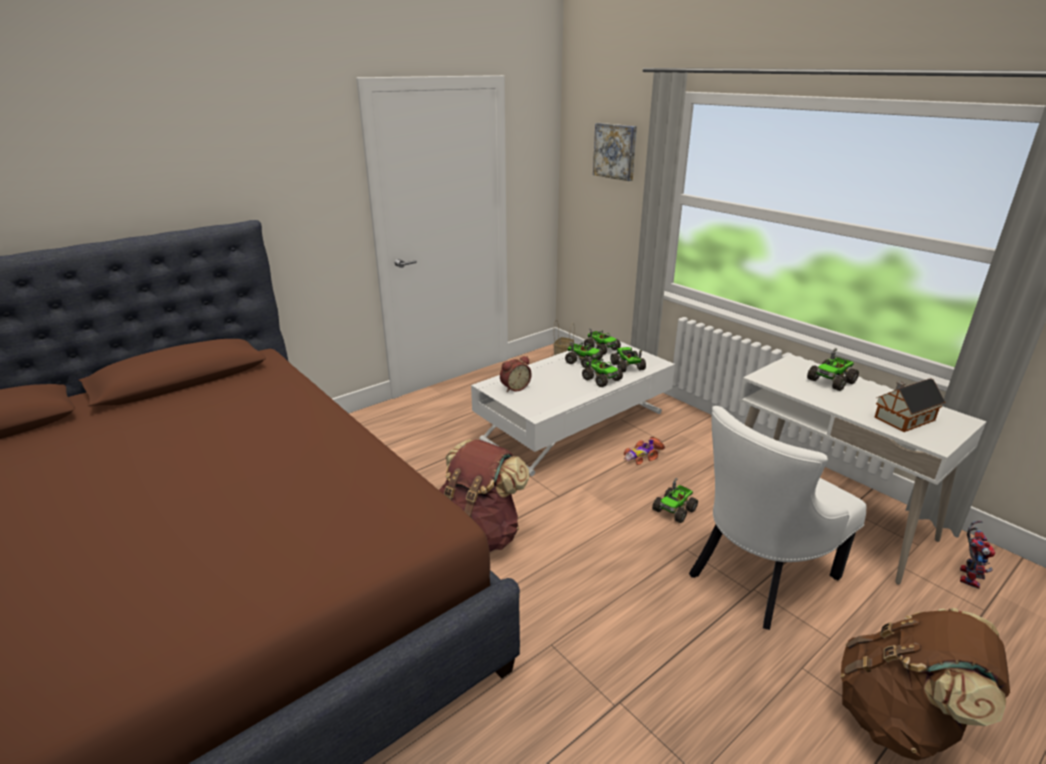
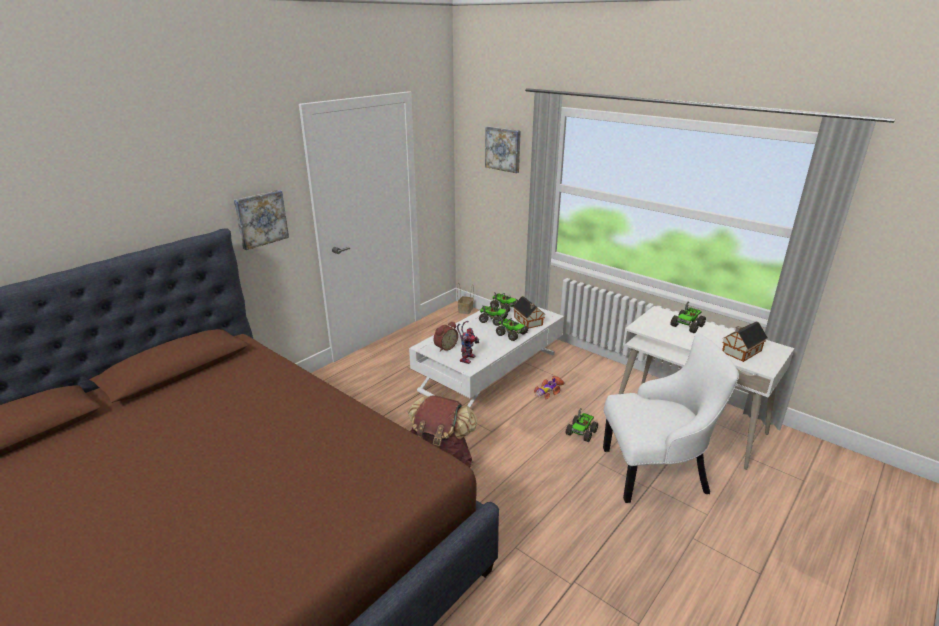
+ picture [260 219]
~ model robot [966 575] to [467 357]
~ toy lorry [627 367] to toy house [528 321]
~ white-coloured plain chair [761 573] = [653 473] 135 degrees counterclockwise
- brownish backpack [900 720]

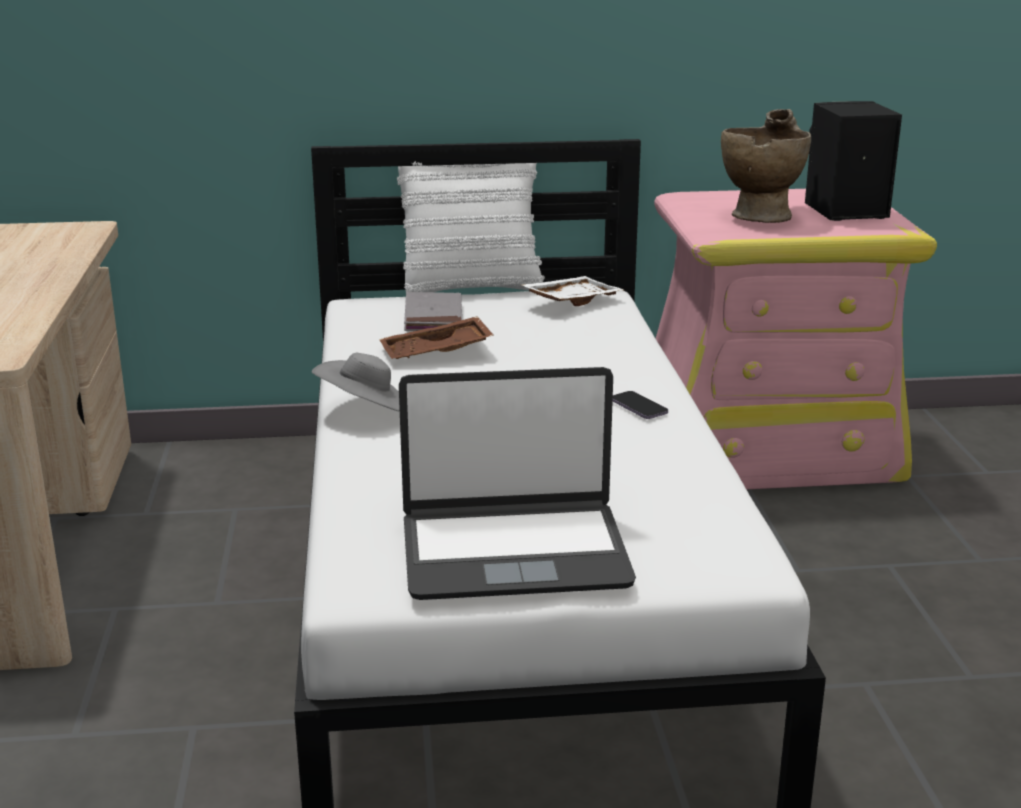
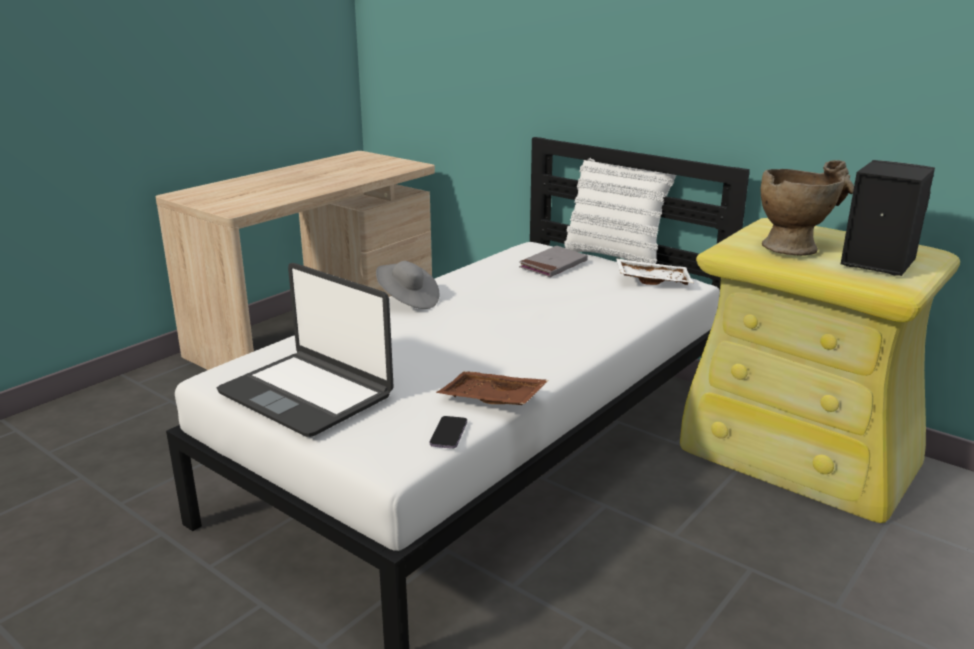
~ phone [638 407] to [448 434]
~ brownish tray [436 353] to [491 401]
~ pink-coloured night table [773 453] to yellow-coloured night table [799 456]

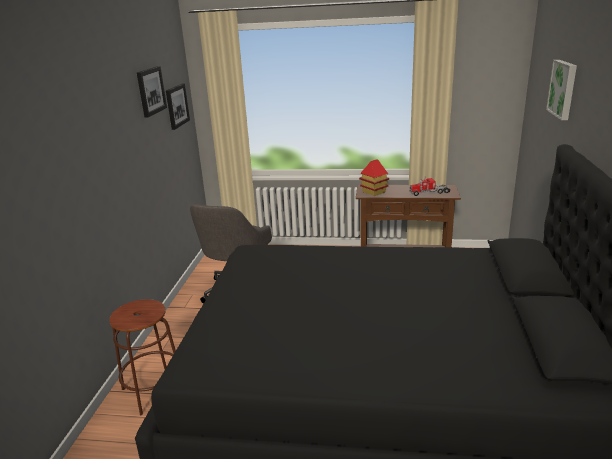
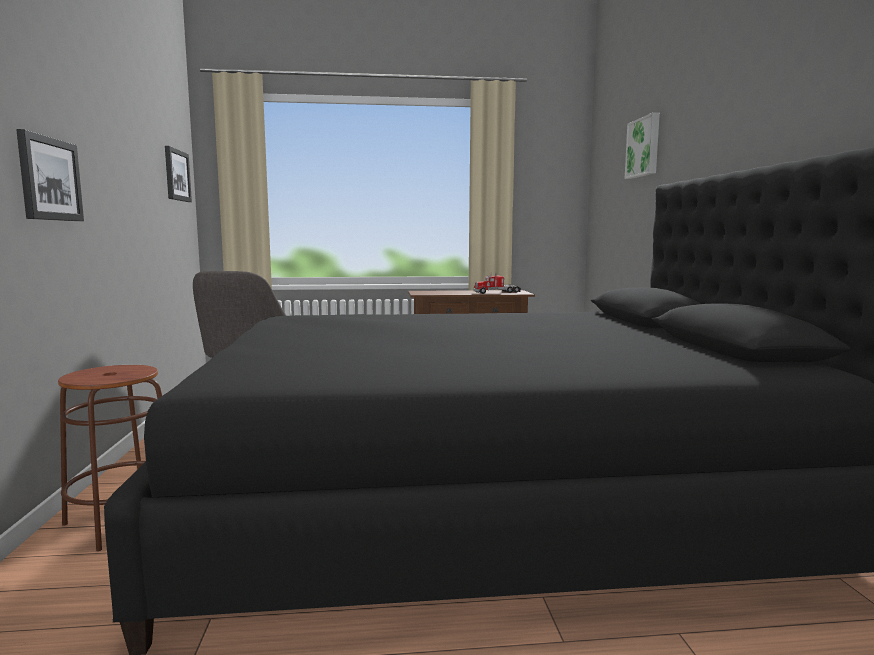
~ picture [150 91] to [49 179]
- toy house [373 192]

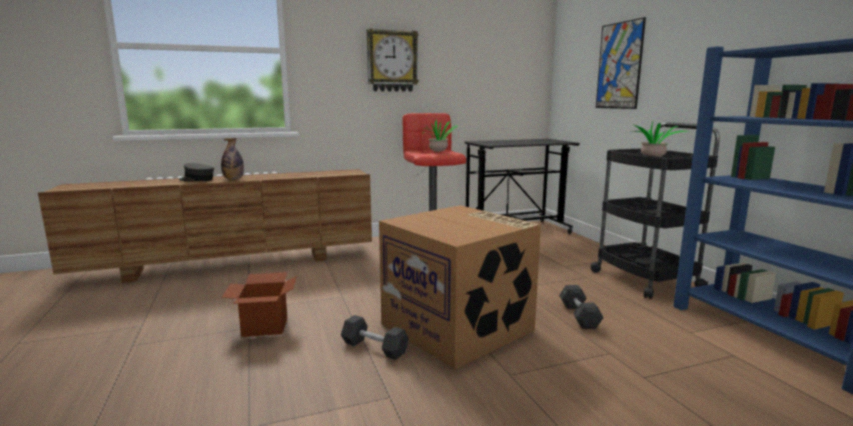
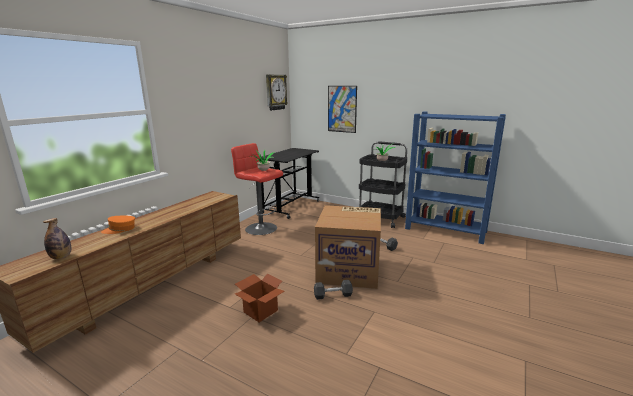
~ beverage bottle [233 179] to [61 257]
~ gray baseball cap [197 179] to orange-coloured baseball cap [120 229]
~ wall clock [392 61] to [275 92]

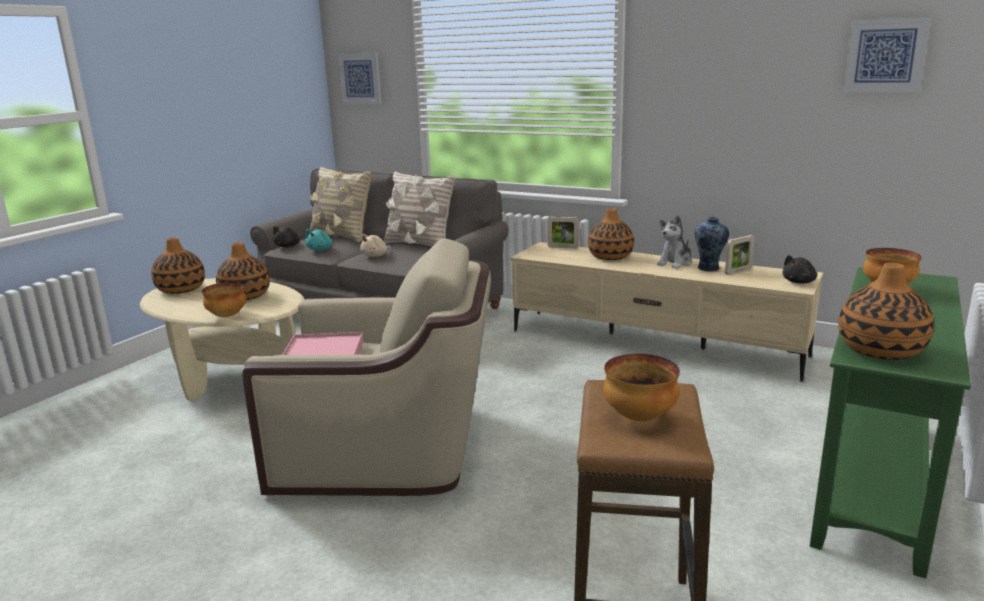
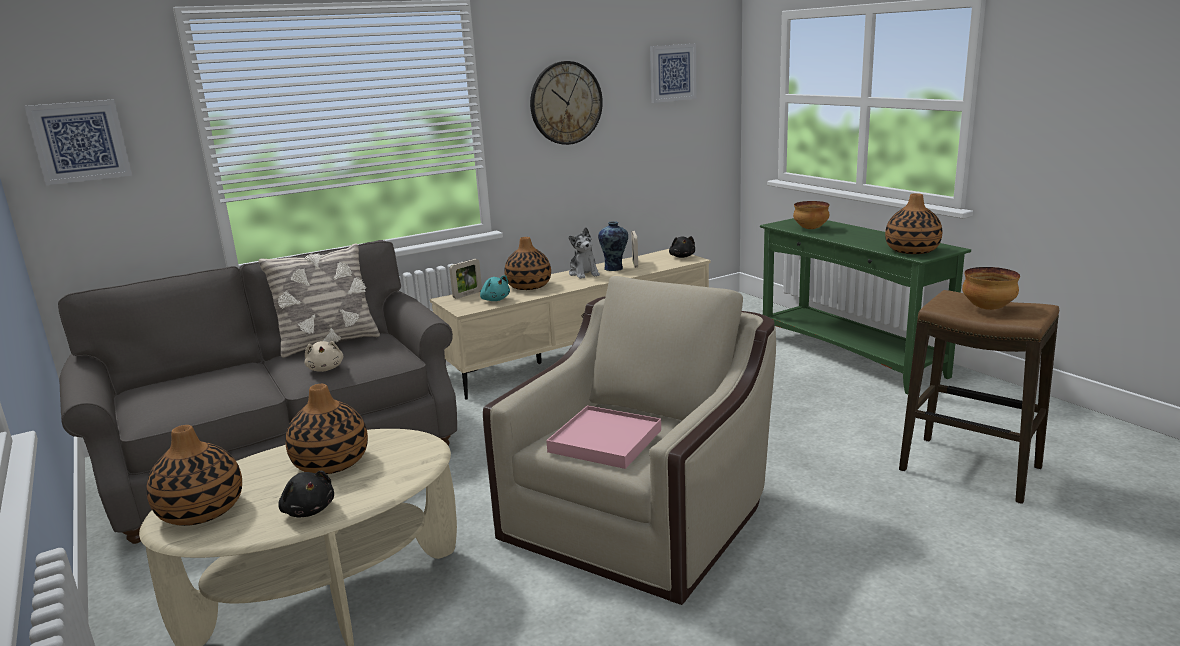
~ black-coloured soft toy [288 246] to [308 510]
~ blue-green soft toy [320 249] to [495 300]
+ wall clock [566 103]
- serving bowl [227 316]
- sand-coloured throw pillow [341 236]

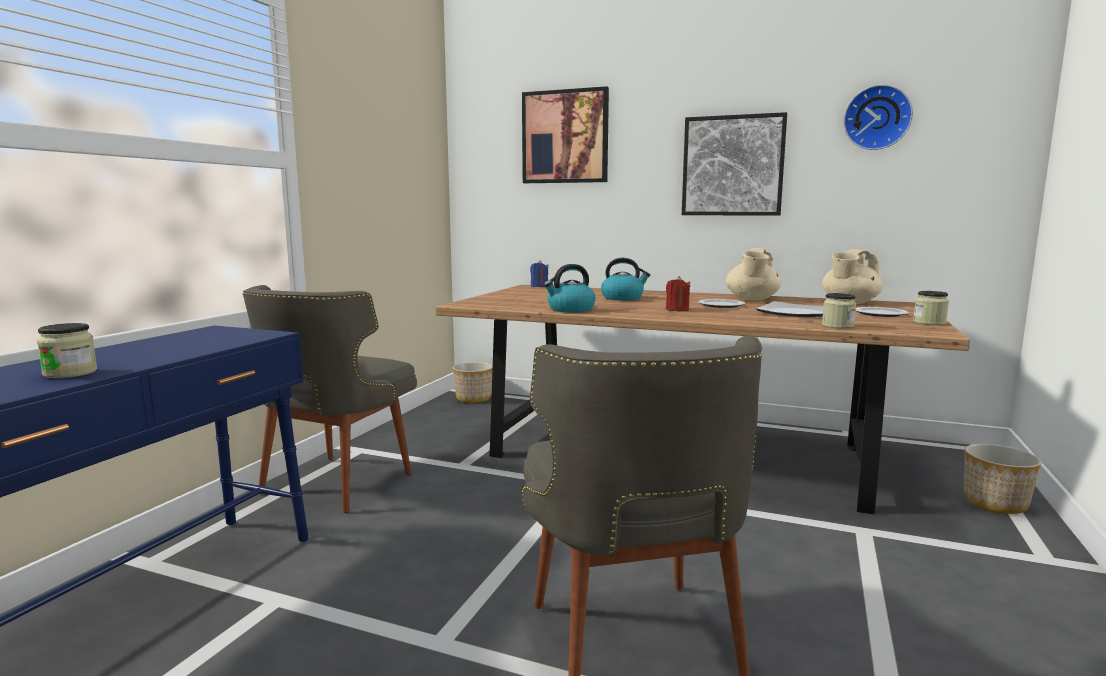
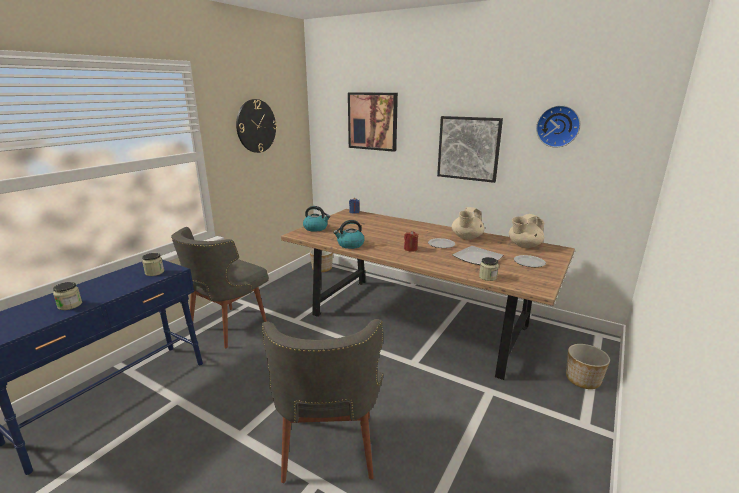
~ preserve jar [929 323] to [154 272]
+ wall clock [256 126]
~ kettle [623 298] to [316 228]

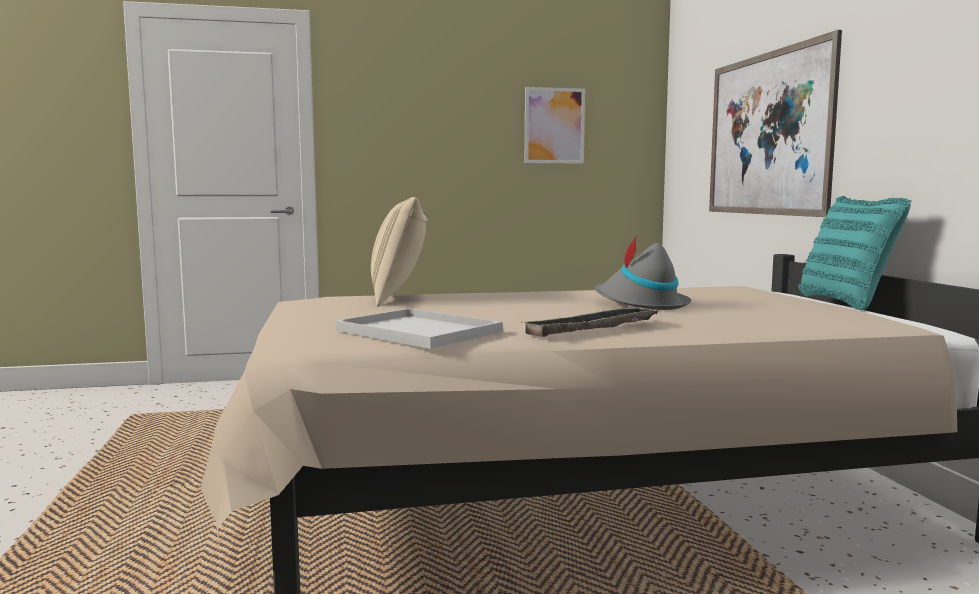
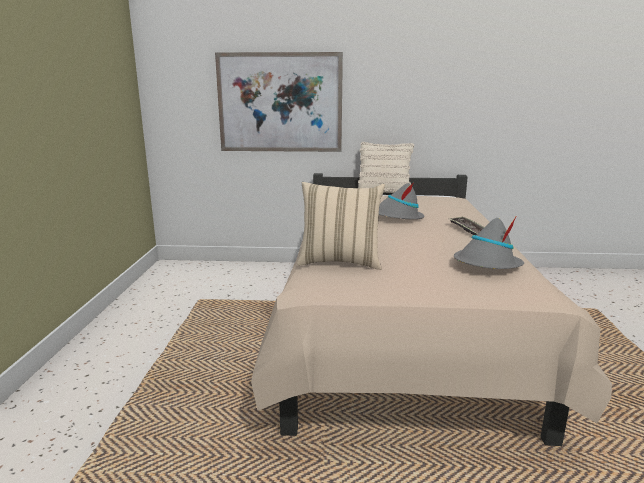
~ blue-green throw pillow [846 303] to sand-coloured throw pillow [384 193]
~ white-coloured tray [415 331] to gray clothing hat [486 265]
- picture [554 125]

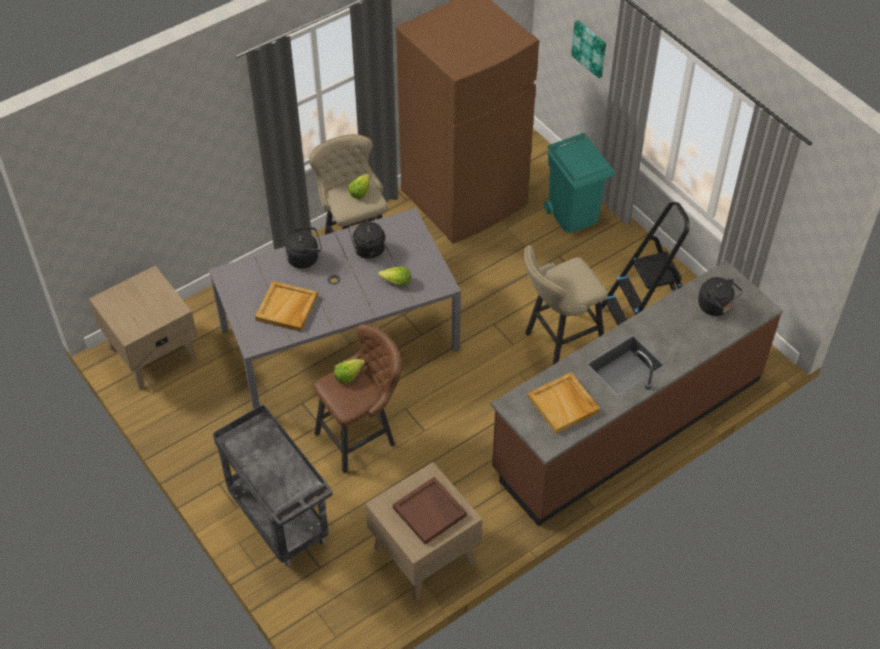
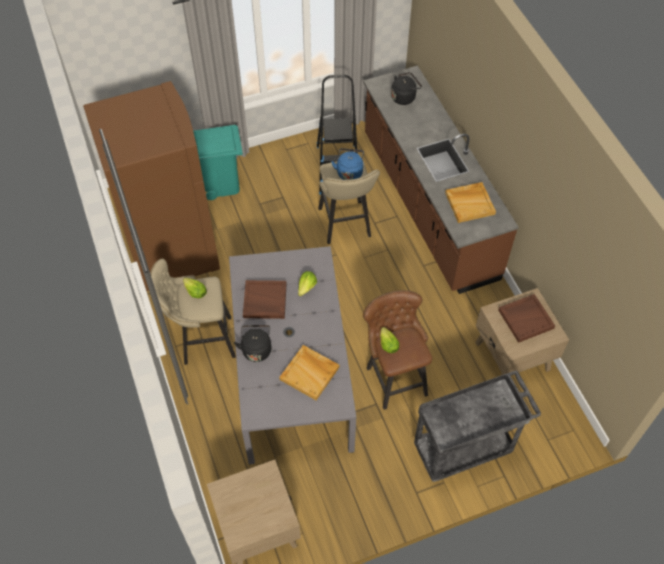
~ black-coloured kettle [367 250] to brownish tray [264 301]
+ blue kettle [349 172]
- picture [590 48]

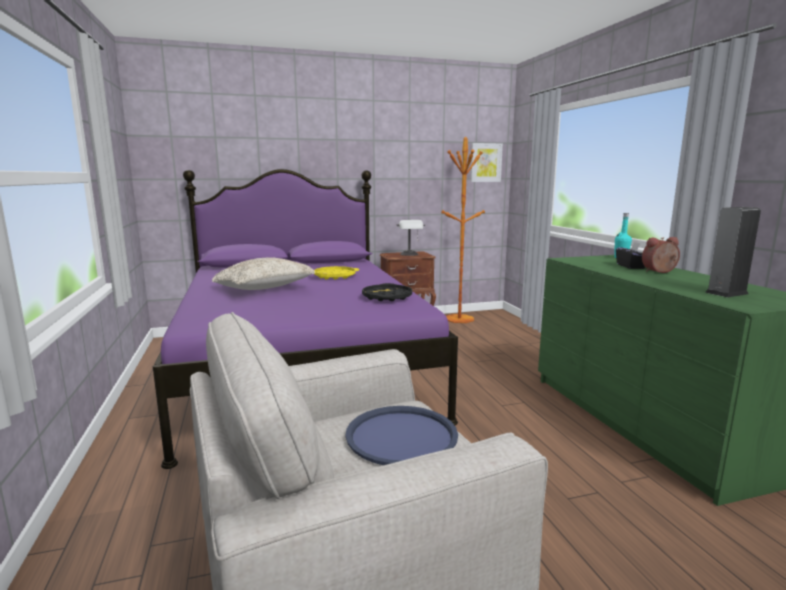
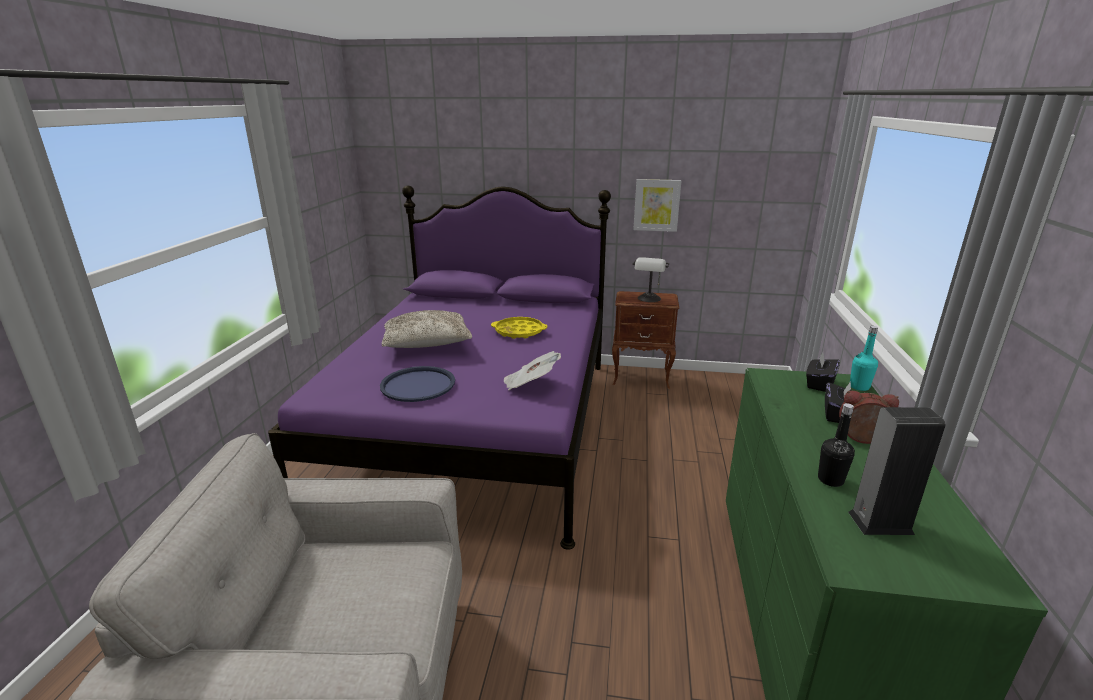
~ blue tray [401 436] to [418 385]
~ black-coloured tray [387 297] to printed paper [530 384]
~ picture [485 162] to [656 205]
+ black-coloured box of tissues [819 384]
+ black-coloured beverage bottle [830 480]
- orange-coloured clothes rack [459 318]

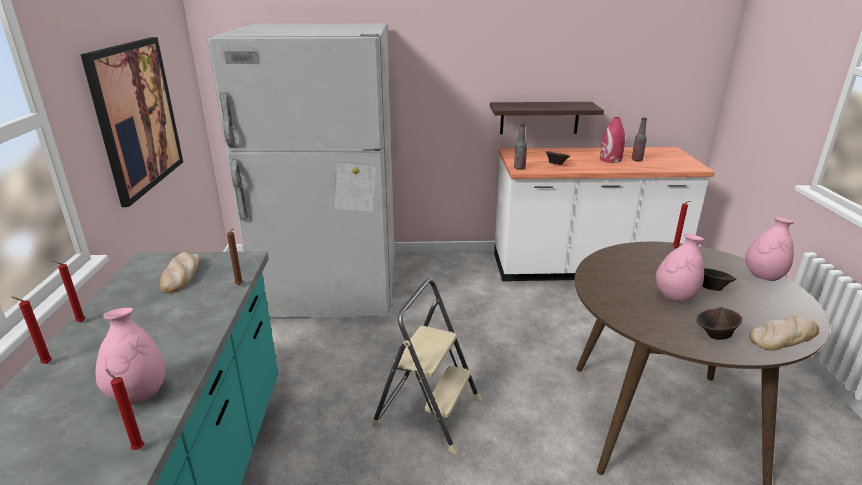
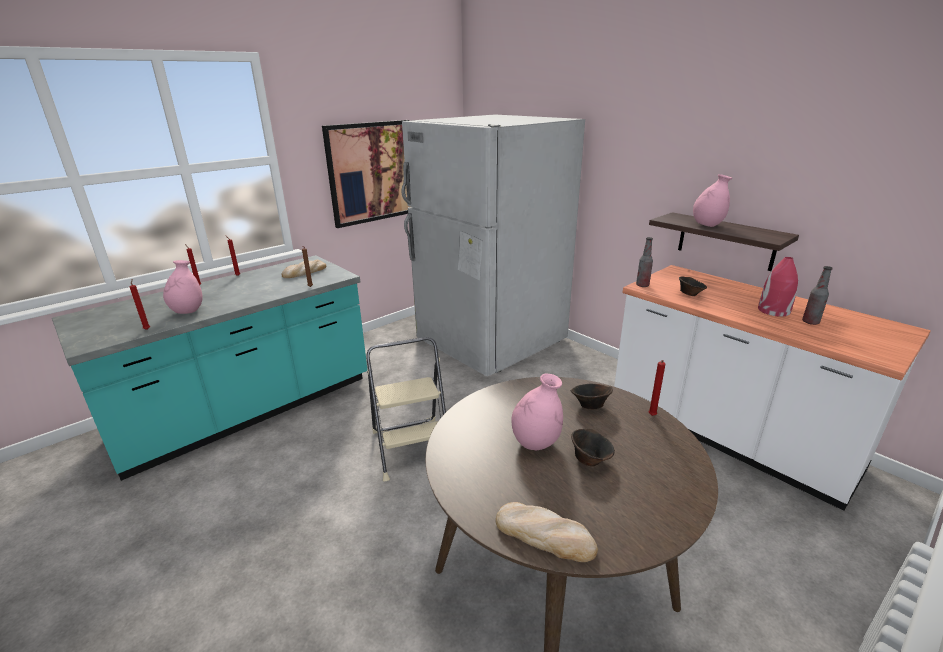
~ brownish serving bowl [715 335] to [589 405]
~ pink-coloured decorative vase [763 277] to [707 225]

